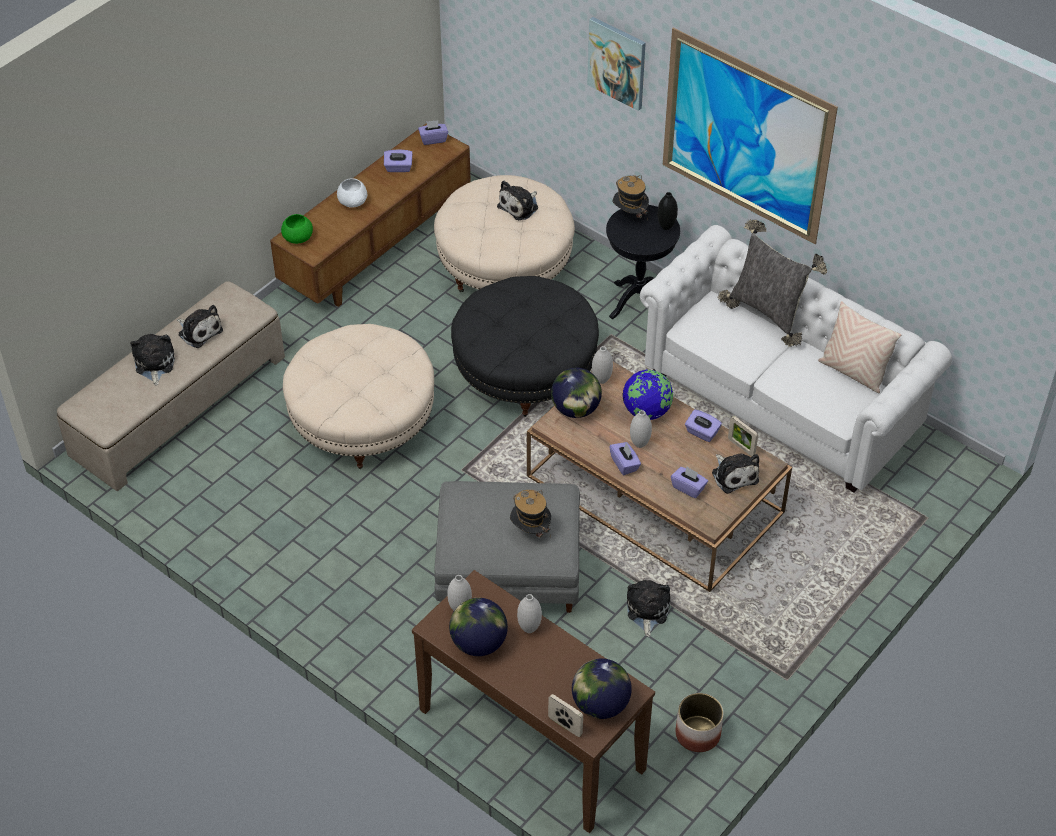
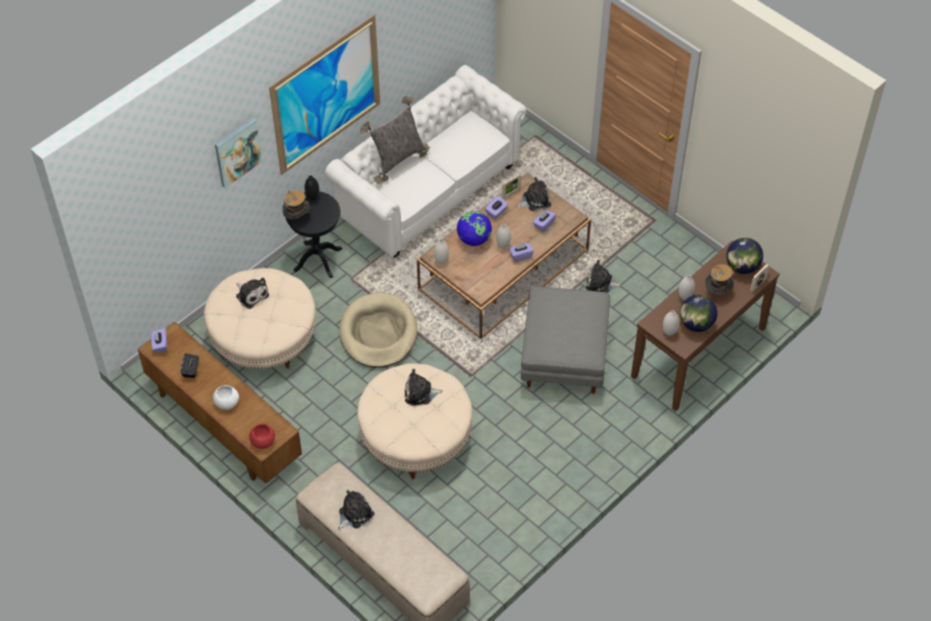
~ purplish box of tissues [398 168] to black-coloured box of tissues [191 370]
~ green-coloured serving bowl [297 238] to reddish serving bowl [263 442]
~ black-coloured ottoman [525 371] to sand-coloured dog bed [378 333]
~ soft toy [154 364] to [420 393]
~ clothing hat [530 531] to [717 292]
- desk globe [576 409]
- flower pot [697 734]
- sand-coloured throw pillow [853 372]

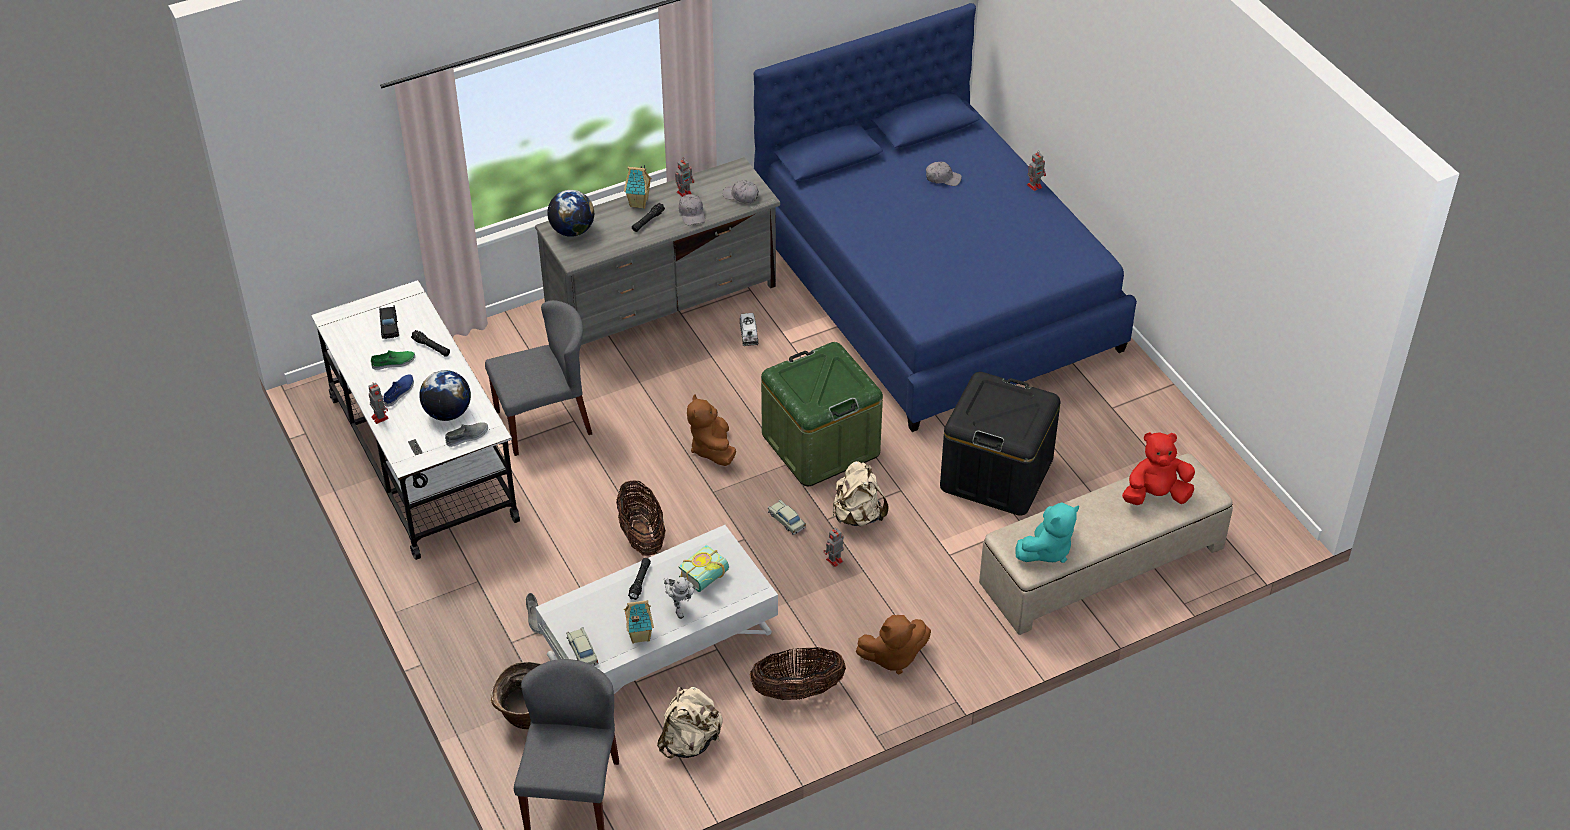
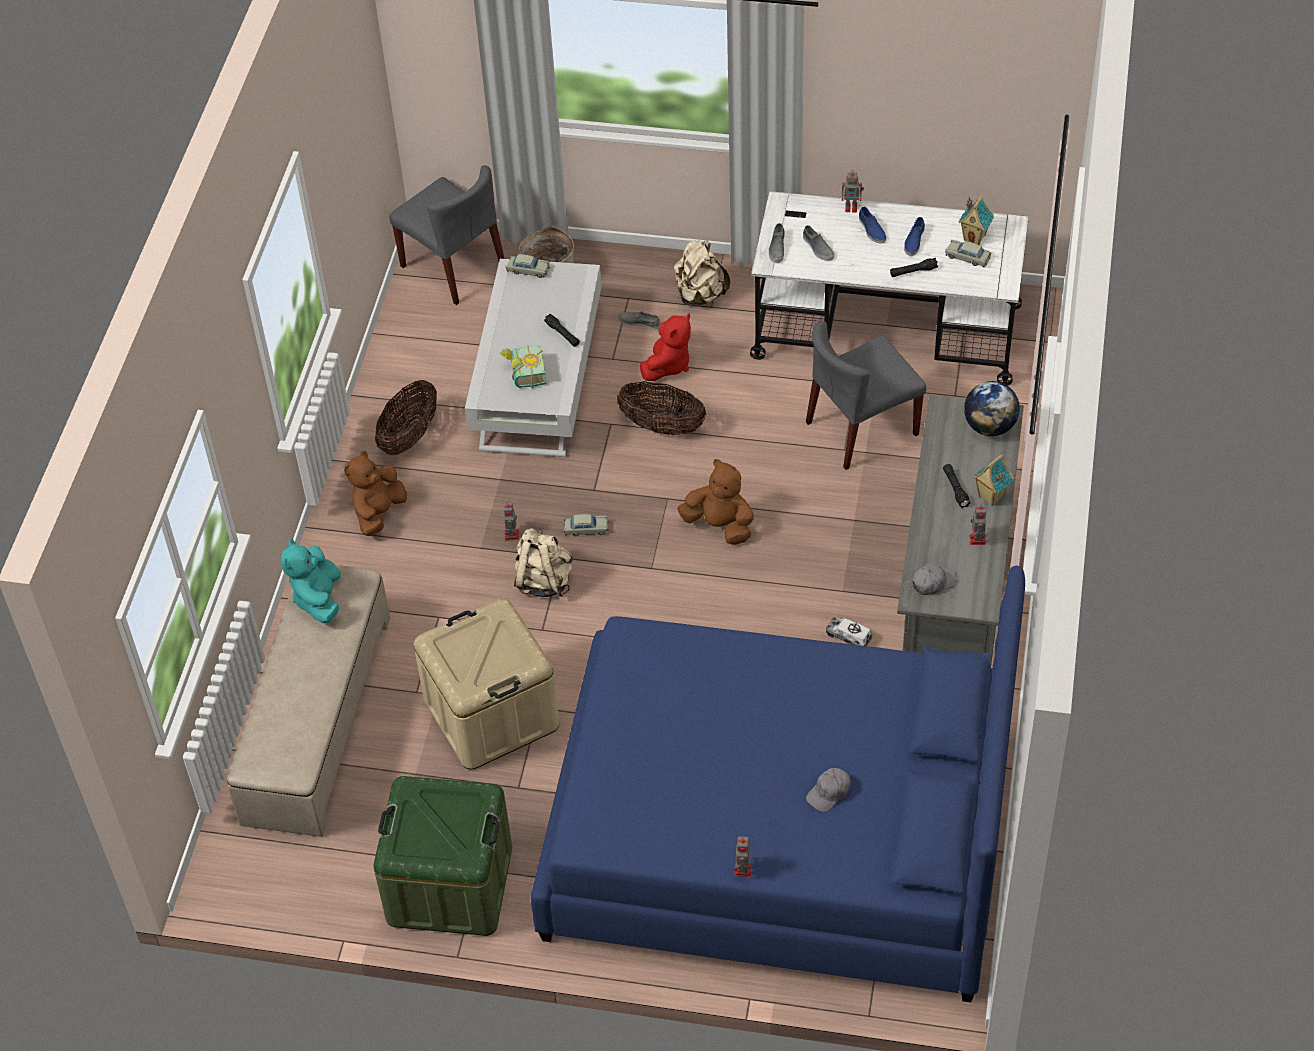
~ green-coloured storage bin [820 444] to [449 884]
~ black-coloured storage bin [996 474] to sand-coloured storage bin [491 713]
~ reddish soft toy [1156 495] to [668 365]
~ sand-coloured backpack [690 742] to [699 295]
~ desk globe [447 413] to gray item of footwear [818 248]
~ gray plain chair [544 422] = [861 429] 45 degrees clockwise
~ green-coloured item of footwear [393 363] to blue item of footwear [914 241]
~ black-coloured toy car [389 326] to sand-coloured toy car [967 257]
~ toy house [639 635] to [975 237]
- model robot [679 606]
- gray baseball cap [692 214]

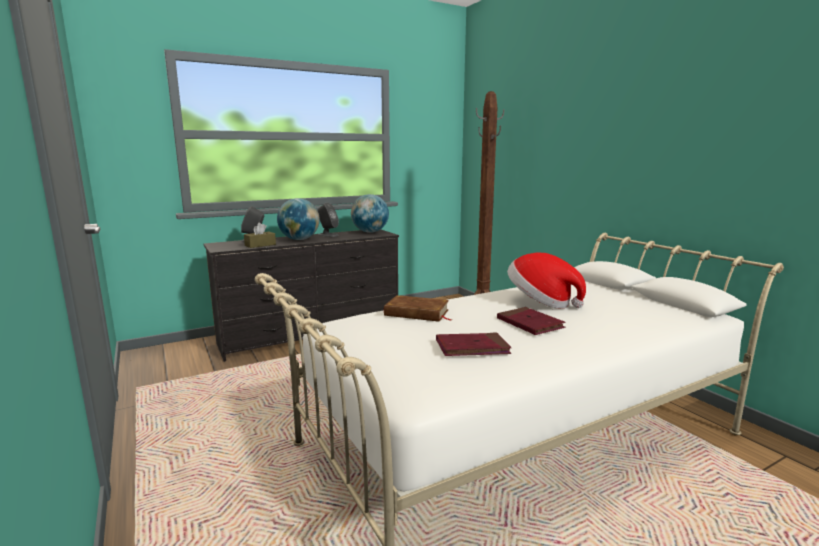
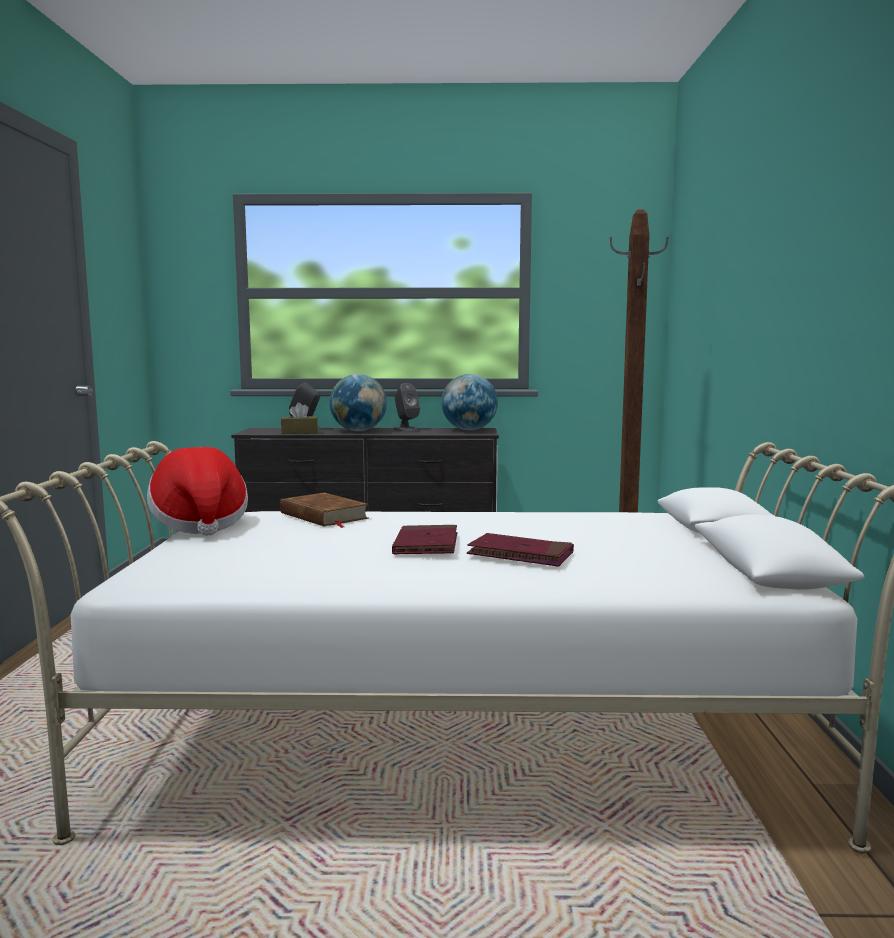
~ clothing hat [541 302] to [200 524]
~ reddish volume [472 348] to [520 555]

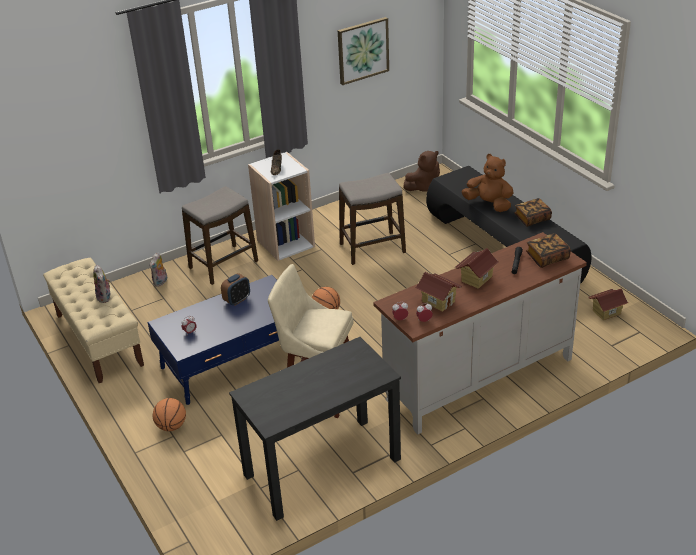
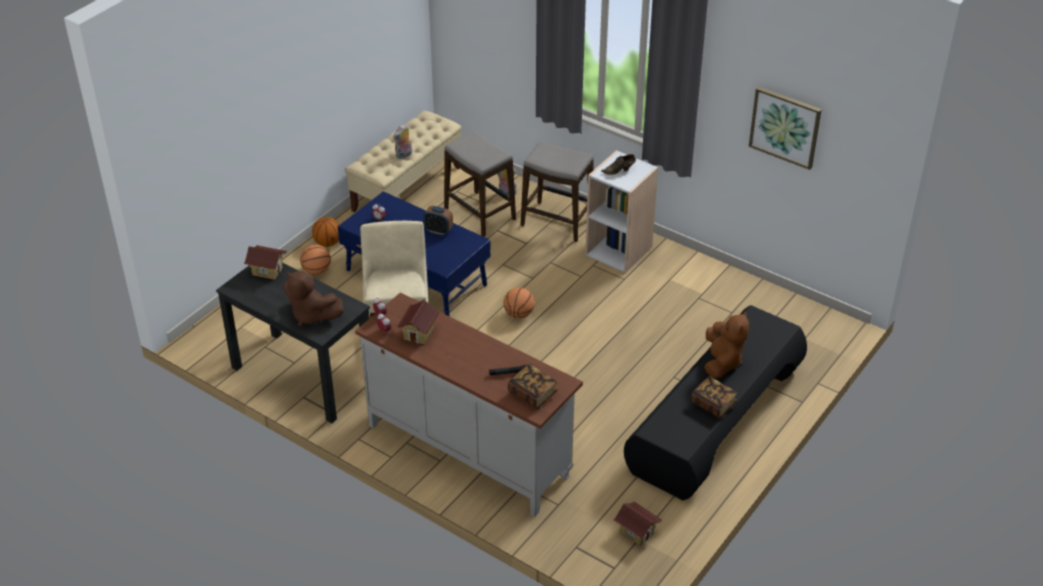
~ toy house [476 279] to [267 271]
~ brownish soft toy [423 187] to [311 315]
+ basketball [328 243]
~ stool seat [372 248] to [479 214]

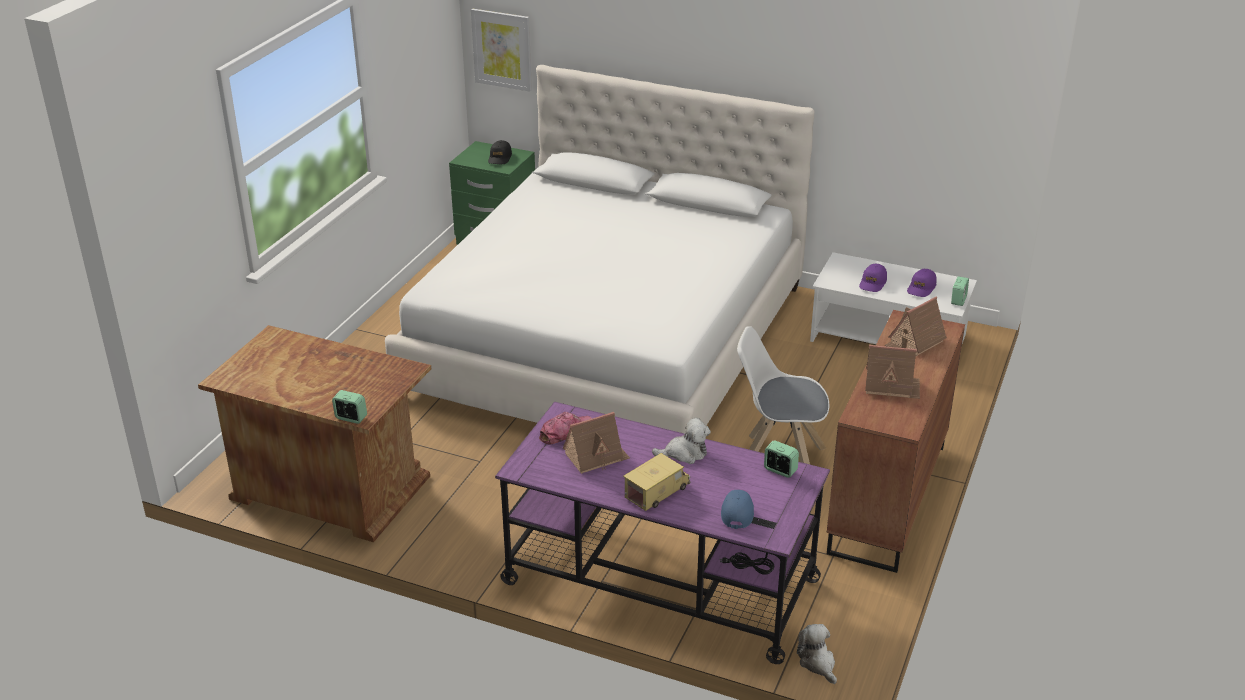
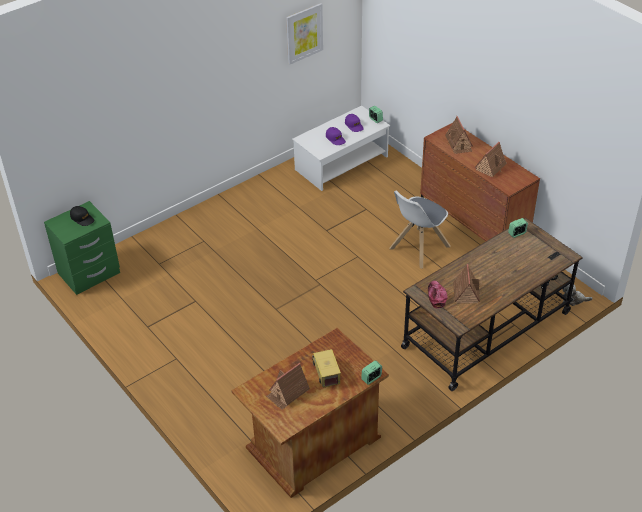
+ toy house [287 393]
~ picture [502 49] to [304 33]
~ toy lorry [656 492] to [326 372]
~ purplish desk unit [661 582] to brownish desk unit [487 330]
- white-coloured sleeping bed [608 339]
- soft toy [684 453]
- blue baseball cap [737 512]

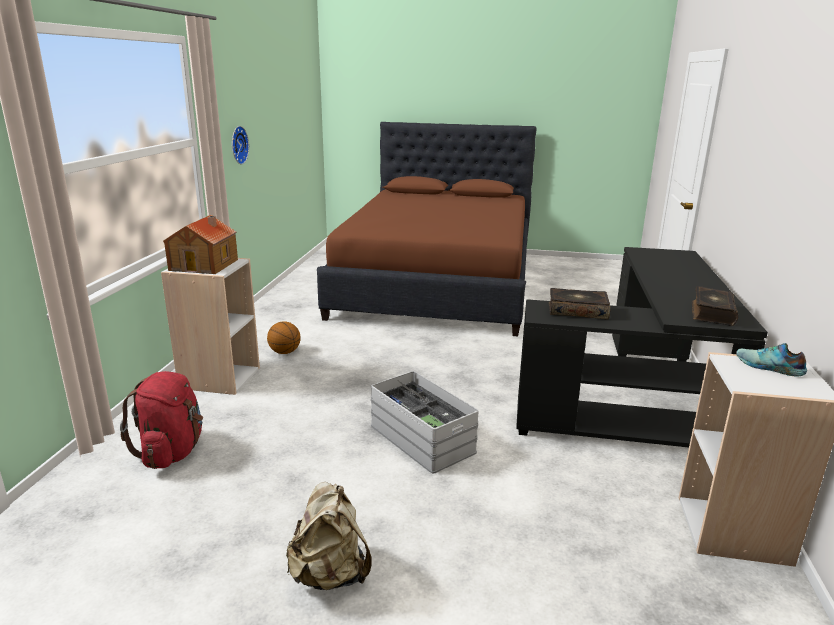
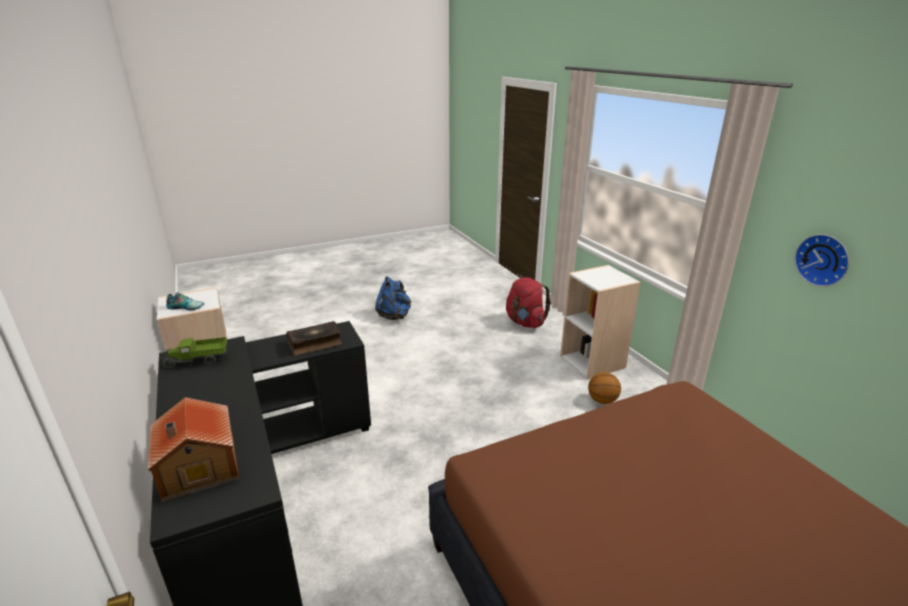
~ toy house [205 265] to [198 468]
~ volume [711 313] to toy lorry [197 361]
~ sand-coloured backpack [330 574] to blue backpack [394 316]
- gray storage bin [421 438]

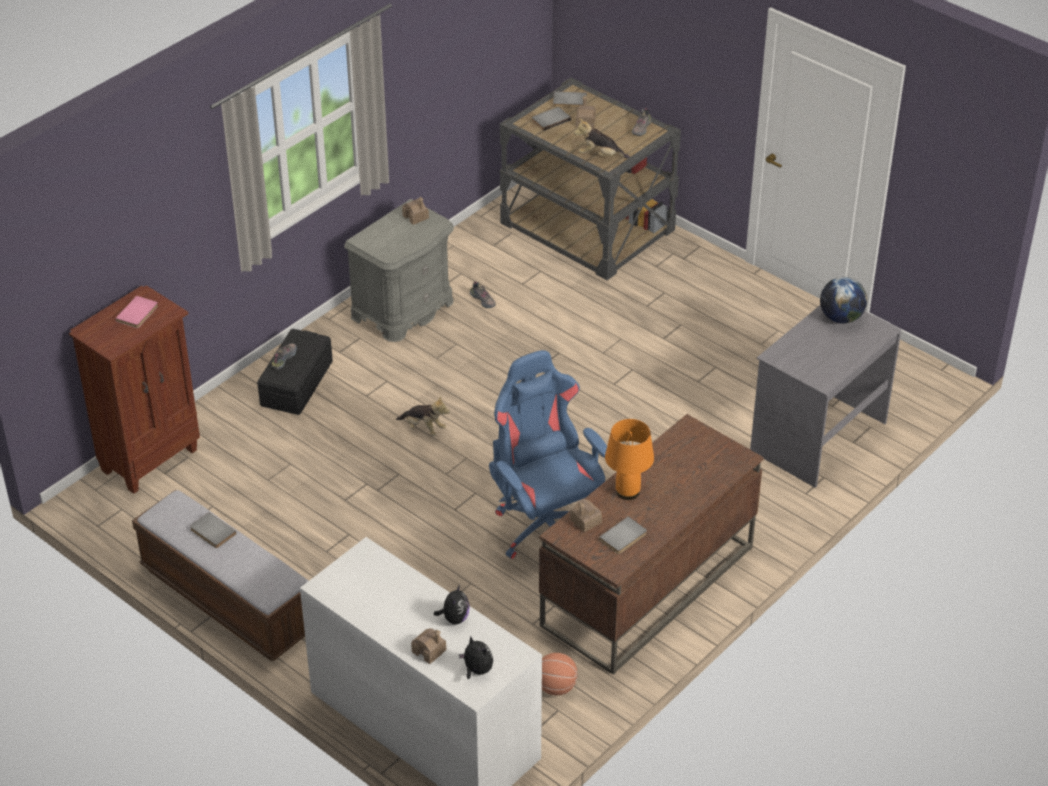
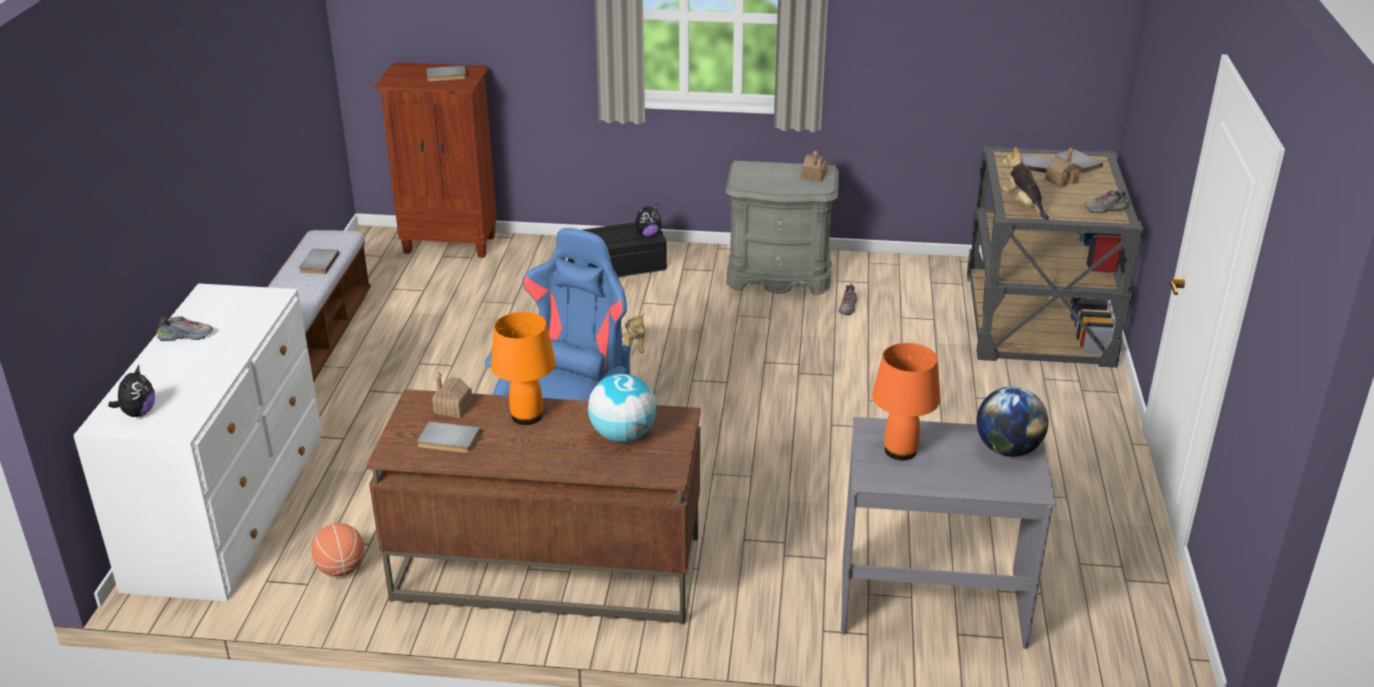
~ item of footwear [283 359] to [186 336]
~ pink-coloured volume [138 314] to gray volume [446 76]
+ desk globe [622 435]
~ soft toy [454 618] to [648 235]
+ orange-coloured tabletop lamp [900 450]
- toy house [429 651]

